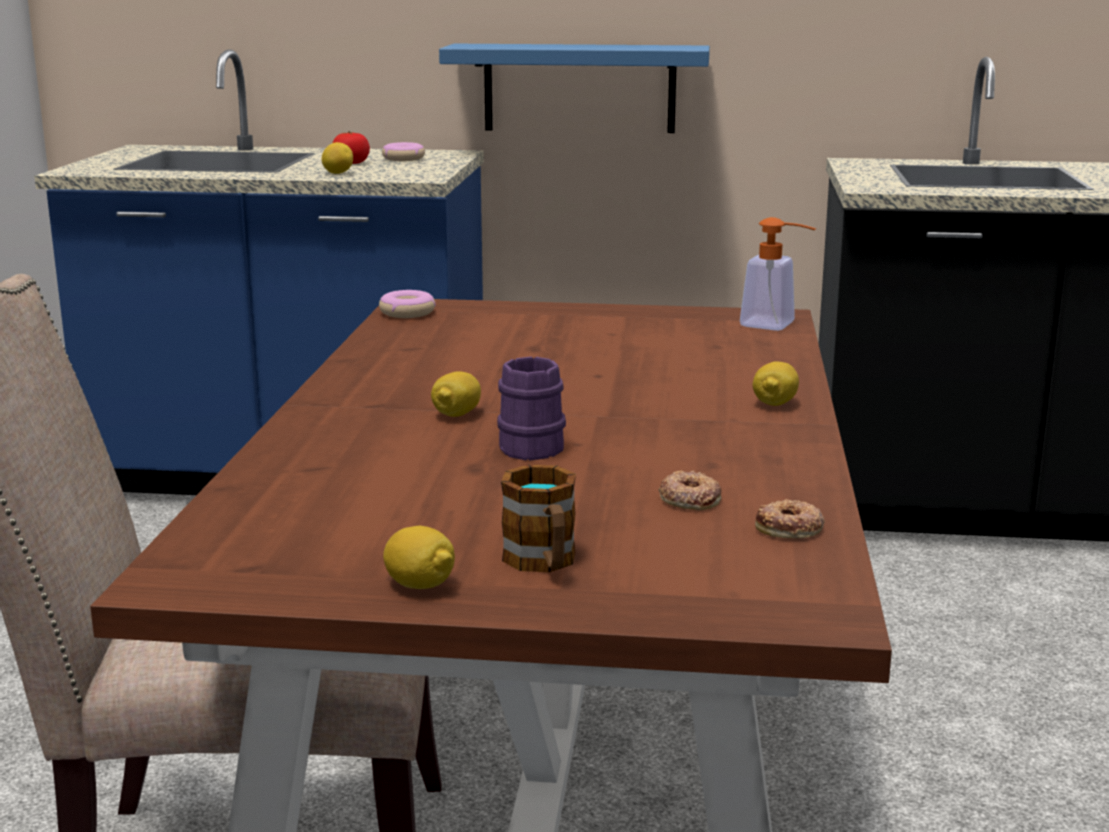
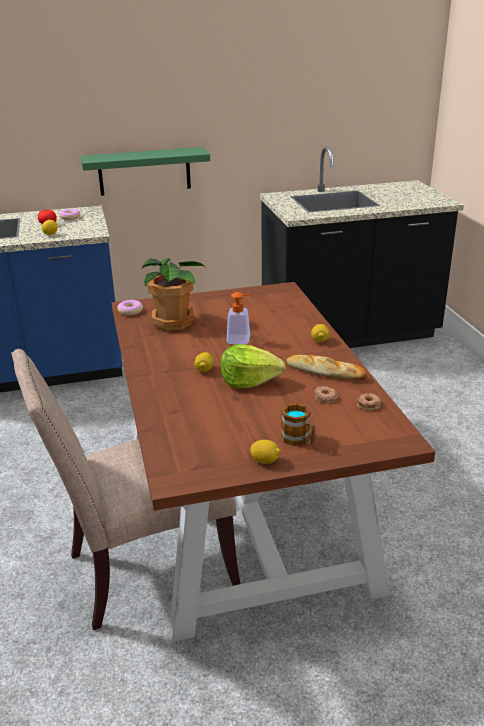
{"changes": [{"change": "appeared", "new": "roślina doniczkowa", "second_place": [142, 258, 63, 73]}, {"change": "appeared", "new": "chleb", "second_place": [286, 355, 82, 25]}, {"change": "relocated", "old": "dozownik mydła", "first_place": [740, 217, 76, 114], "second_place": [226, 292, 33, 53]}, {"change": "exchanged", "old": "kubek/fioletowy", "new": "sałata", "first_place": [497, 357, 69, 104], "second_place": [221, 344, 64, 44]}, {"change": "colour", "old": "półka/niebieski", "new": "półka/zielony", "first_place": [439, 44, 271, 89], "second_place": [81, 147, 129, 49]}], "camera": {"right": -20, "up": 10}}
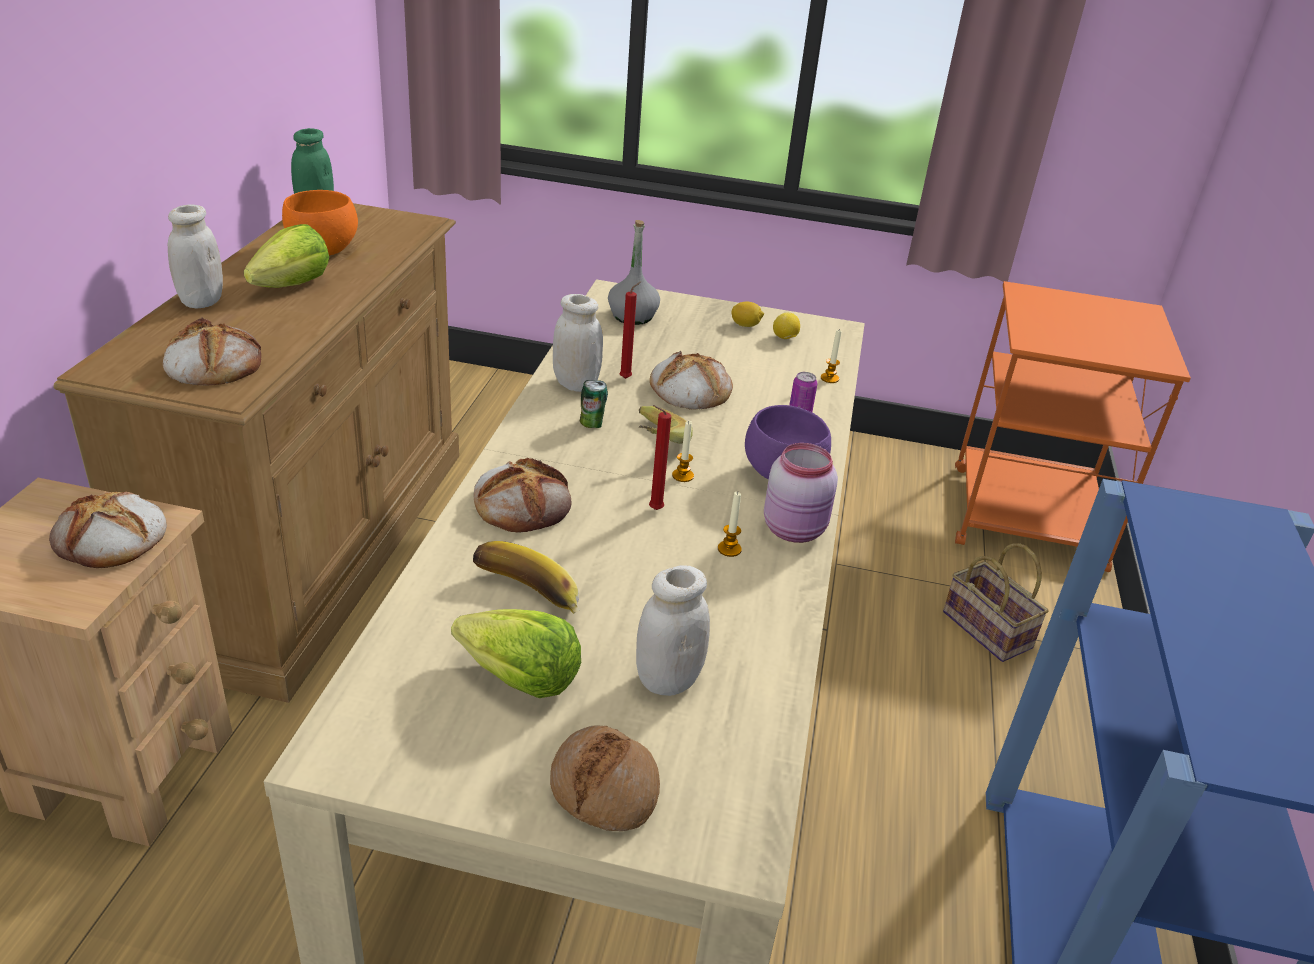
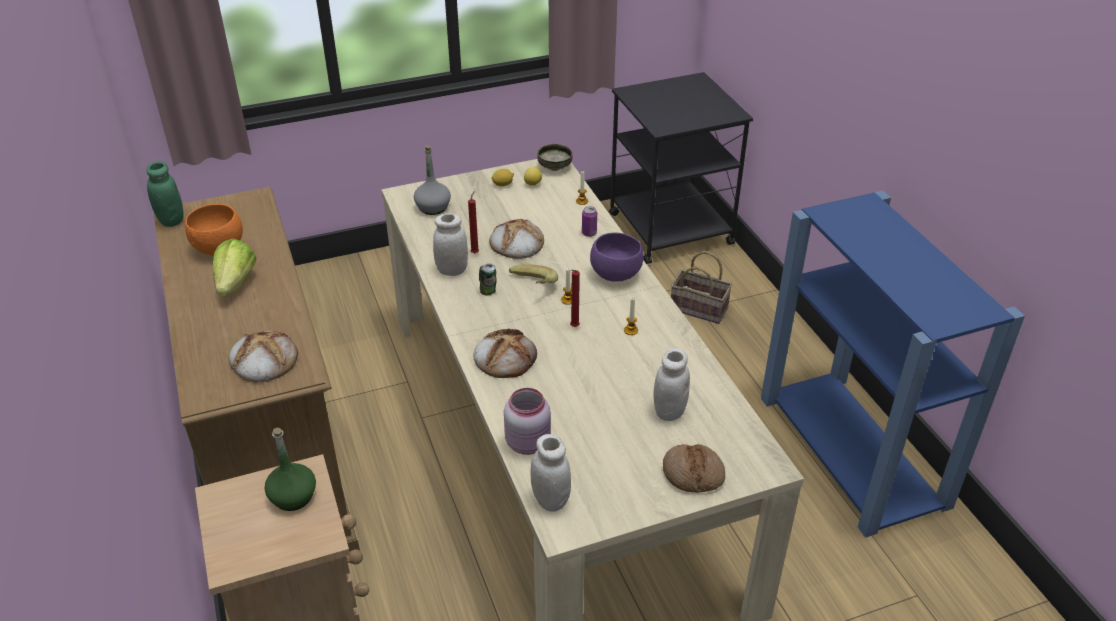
{"changes": [{"change": "missing", "old": "sałata", "first_place": [451, 609, 130, 89]}, {"change": "missing", "old": "banan", "first_place": [473, 541, 107, 73]}, {"change": "appeared", "new": "miska", "second_place": [537, 144, 35, 27]}, {"change": "relocated", "old": "słoik/biały", "first_place": [168, 204, 55, 104], "second_place": [530, 434, 41, 78]}, {"change": "relocated", "old": "słoik/różowy", "first_place": [764, 443, 74, 100], "second_place": [504, 388, 47, 67]}, {"change": "exchanged", "old": "chleb", "new": "butelka/zielony", "first_place": [49, 492, 118, 76], "second_place": [264, 427, 52, 84]}, {"change": "colour", "old": "wózek/pomarańczowy", "new": "wózek/czarny", "first_place": [955, 281, 236, 291], "second_place": [609, 72, 144, 192]}], "camera": {"right": -30, "up": 5}}
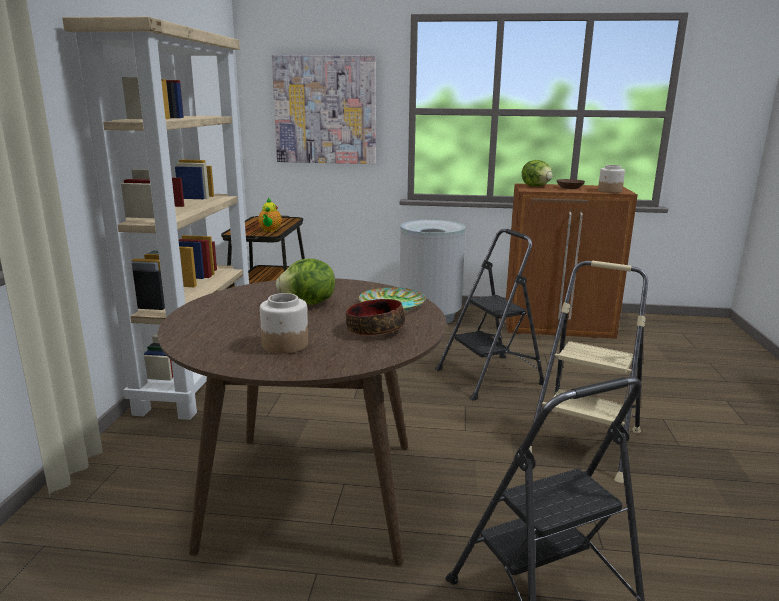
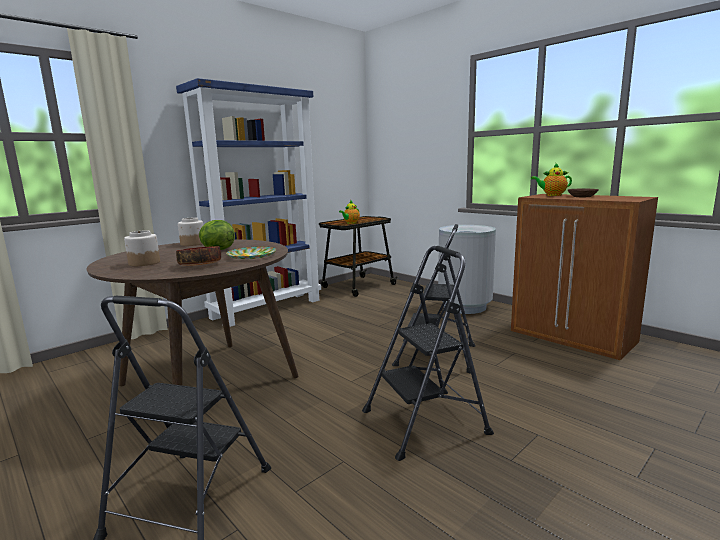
{"changes": [{"change": "missing", "old": "obraz", "first_place": [272, 55, 104, 109]}, {"change": "relocated", "old": "słoik", "first_place": [598, 165, 27, 28], "second_place": [178, 217, 25, 29]}, {"change": "exchanged", "old": "sałata", "new": "imbryk", "first_place": [522, 160, 31, 27], "second_place": [531, 163, 41, 33]}, {"change": "colour", "old": "regał/beżowy", "new": "regał/niebieski", "first_place": [62, 17, 187, 403], "second_place": [176, 78, 145, 249]}, {"change": "colour", "old": "drabinka/beżowy", "new": "drabinka/czarny", "first_place": [529, 260, 119, 223], "second_place": [362, 246, 132, 215]}], "camera": {"right": 40, "up": -5}}
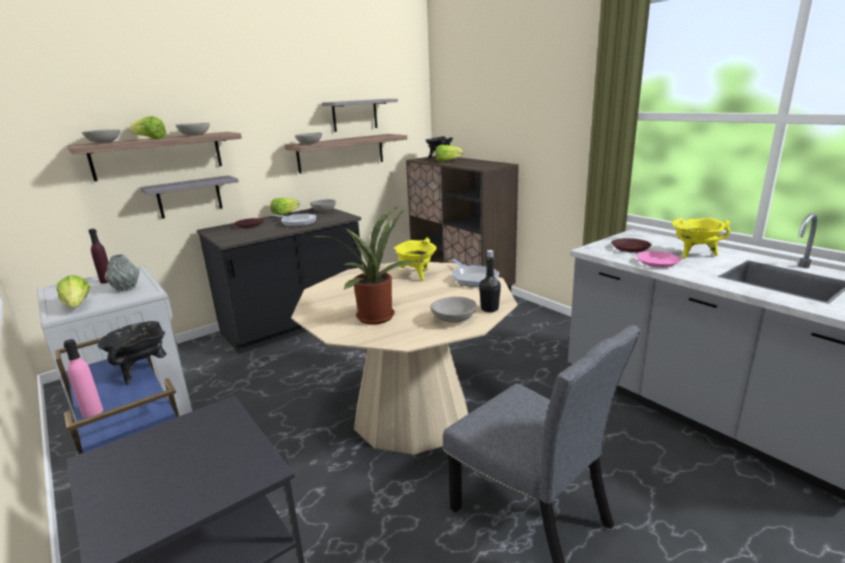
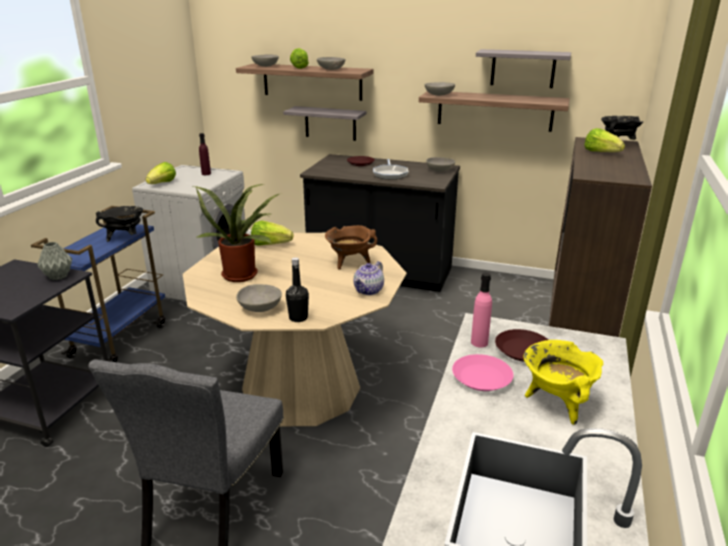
{"changes": [{"change": "relocated", "old": "butelka/różowy", "first_place": [64, 339, 39, 79], "second_place": [471, 273, 21, 75]}, {"change": "relocated", "old": "wazon/szary", "first_place": [105, 254, 35, 38], "second_place": [37, 242, 35, 38]}, {"change": "relocated", "old": "sałata", "first_place": [270, 198, 30, 17], "second_place": [251, 221, 42, 25]}, {"change": "exchanged", "old": "patelnia", "new": "imbryk", "first_place": [451, 259, 48, 28], "second_place": [354, 261, 30, 34]}, {"change": "colour", "old": "garnek/żółty", "new": "garnek/brązowy", "first_place": [395, 237, 42, 43], "second_place": [325, 225, 52, 45]}], "camera": {"right": 55, "up": 5}}
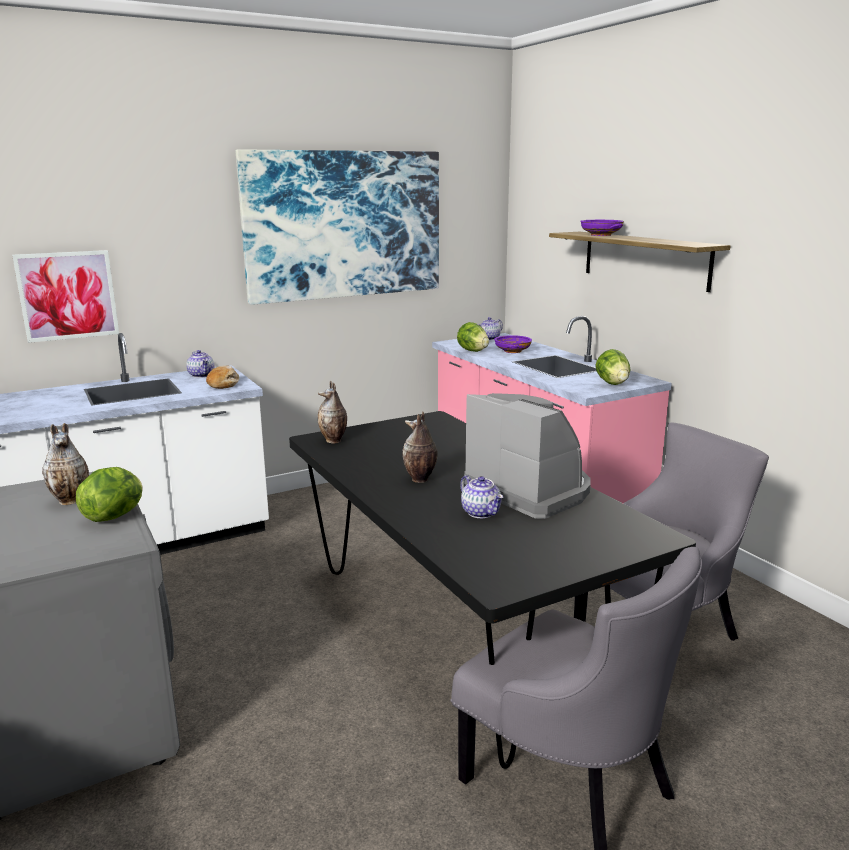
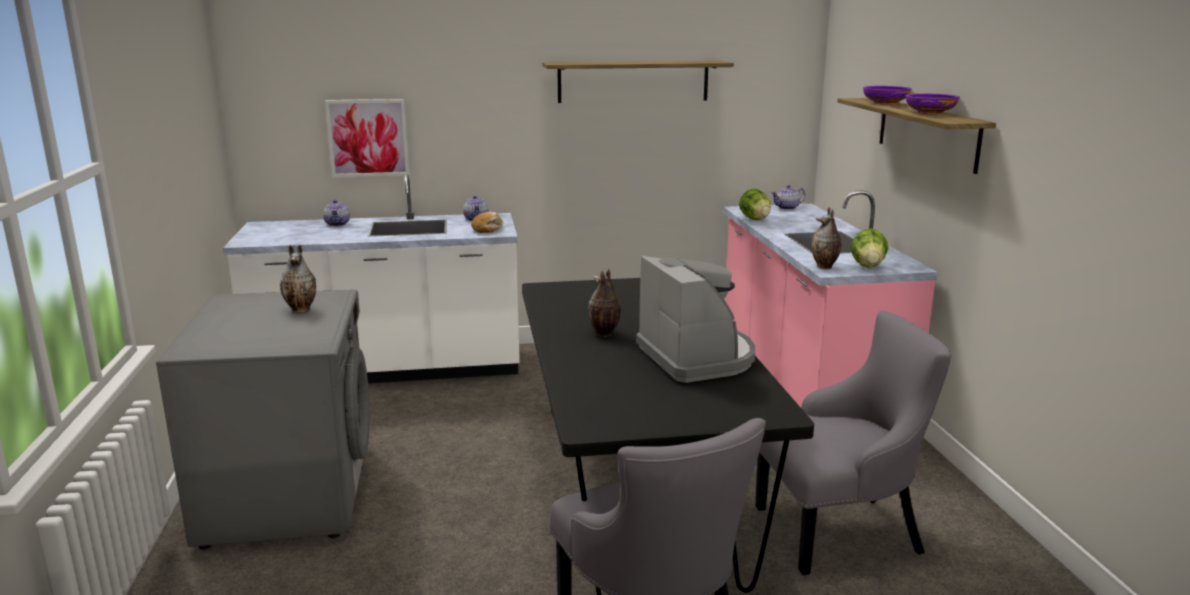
{"changes": [{"change": "missing", "old": "sałata", "first_place": [76, 467, 67, 55]}, {"change": "relocated", "old": "wazon", "first_place": [318, 380, 29, 63], "second_place": [811, 207, 30, 62]}, {"change": "relocated", "old": "imbryk", "first_place": [460, 475, 43, 43], "second_place": [323, 200, 27, 26]}, {"change": "relocated", "old": "miska/fioletowy", "first_place": [494, 335, 38, 18], "second_place": [905, 93, 55, 21]}, {"change": "exchanged", "old": "obraz", "new": "półka", "first_place": [236, 149, 203, 156], "second_place": [543, 61, 191, 42]}], "camera": {"right": 20, "up": 0}}
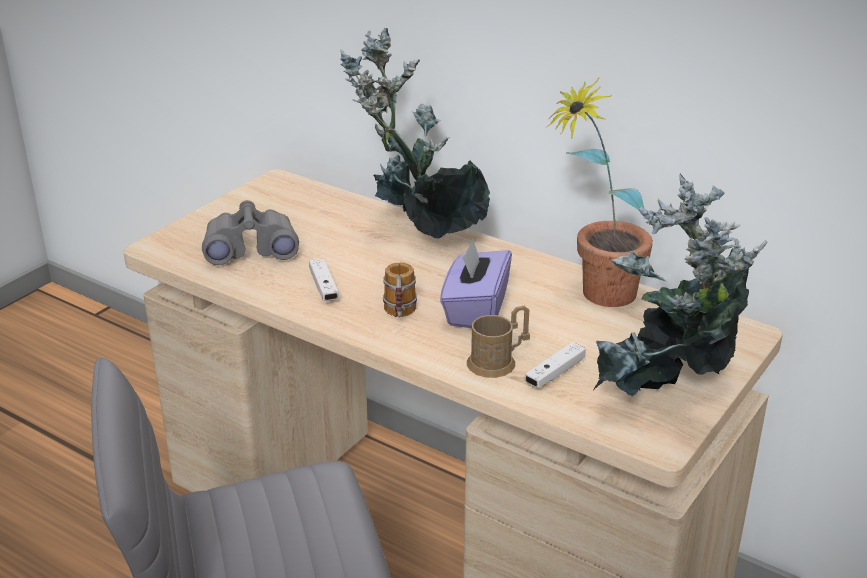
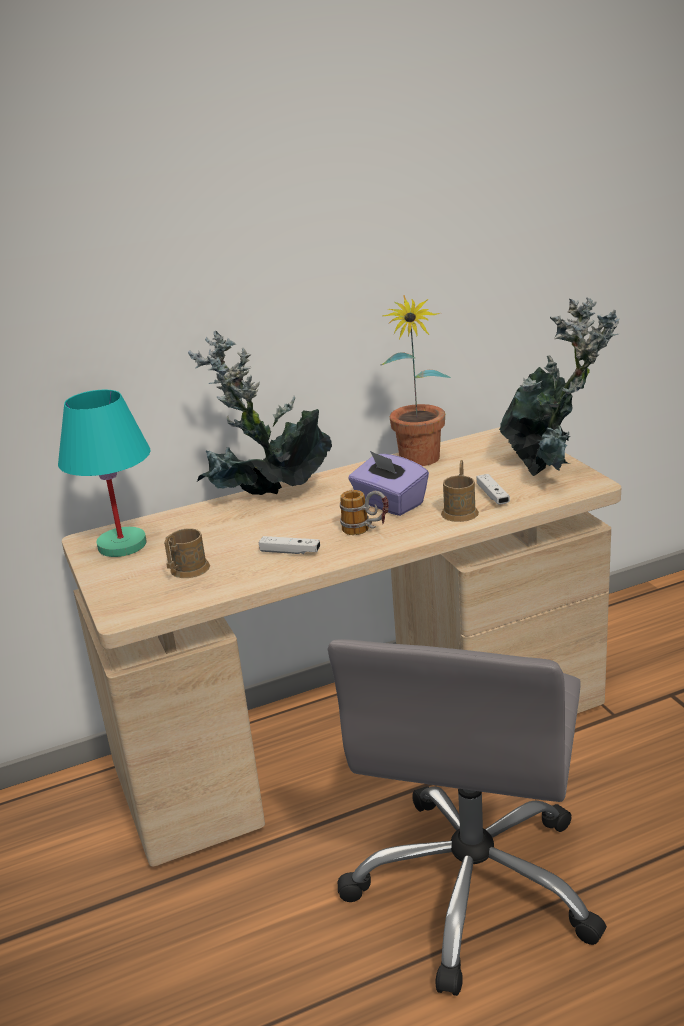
{"changes": [{"change": "appeared", "new": "lampa stołowa/turkusowy", "second_place": [58, 390, 92, 167]}, {"change": "exchanged", "old": "lornetka/szary", "new": "kubek/brązowy", "first_place": [202, 200, 97, 65], "second_place": [164, 528, 46, 50]}], "camera": {"right": -55, "up": -5}}
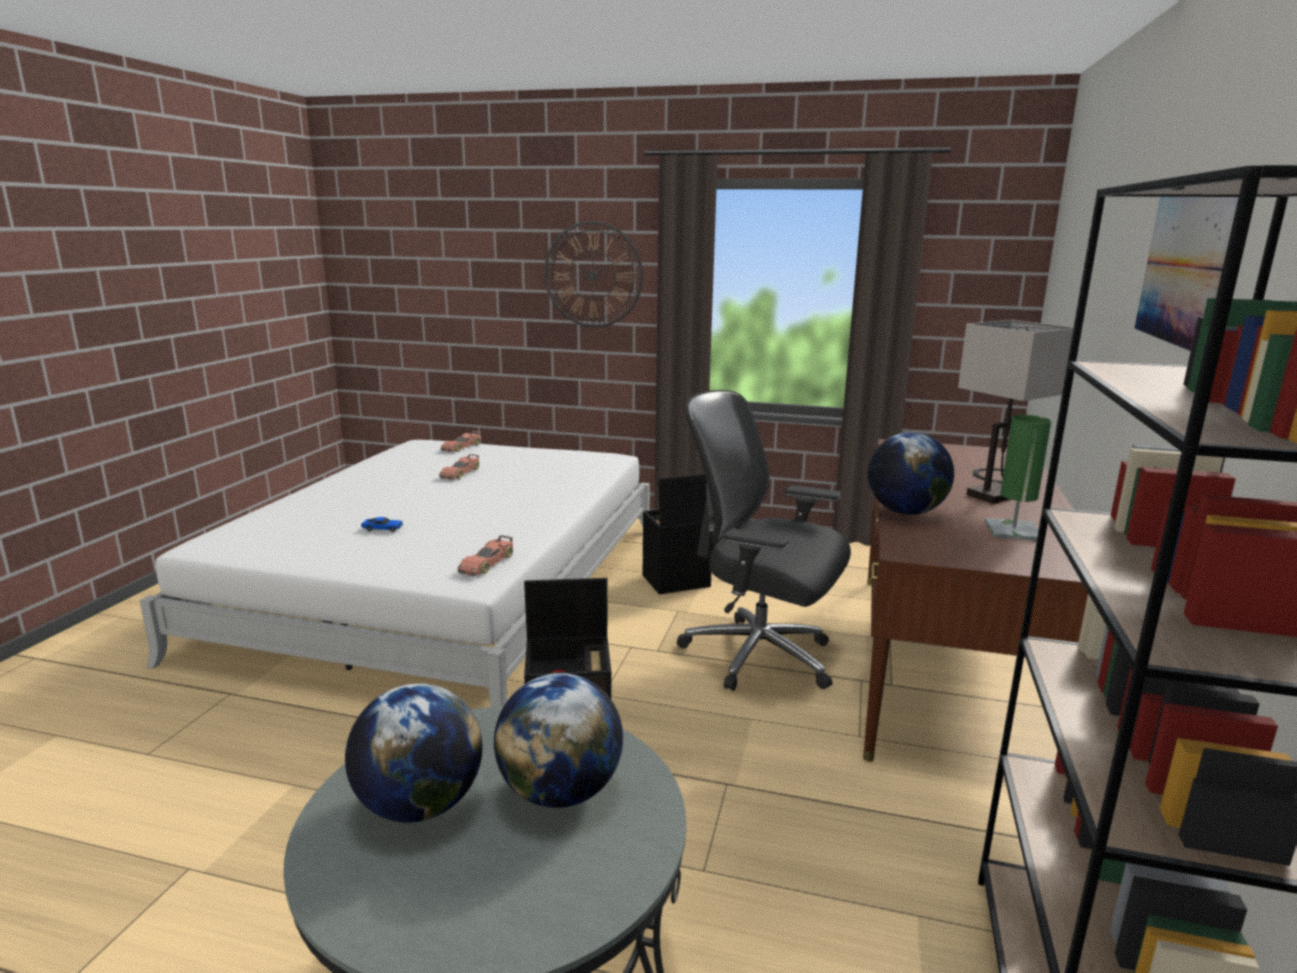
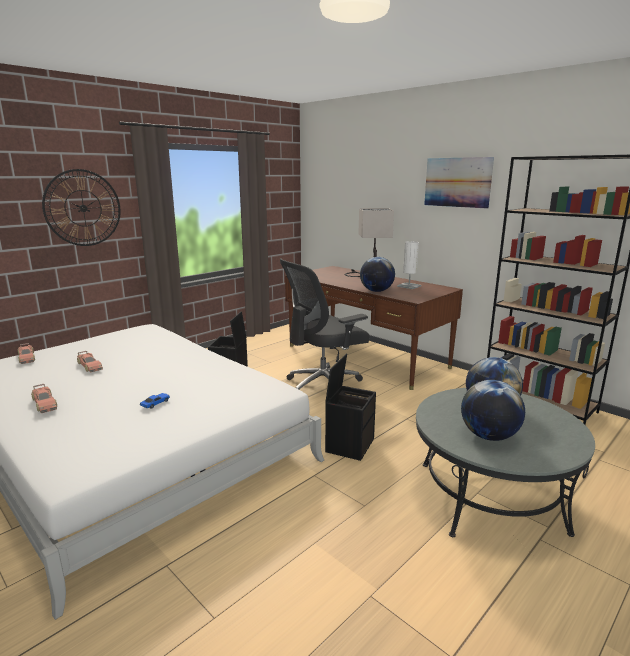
{"changes": [{"change": "relocated", "old": "samochodzik", "first_place": [458, 535, 55, 41], "second_place": [31, 384, 26, 29]}, {"change": "colour", "old": "lampa stołowa/zielony", "new": "lampa stołowa/biały", "first_place": [985, 415, 66, 126], "second_place": [397, 241, 24, 48]}], "camera": {"right": -60, "up": 0}}
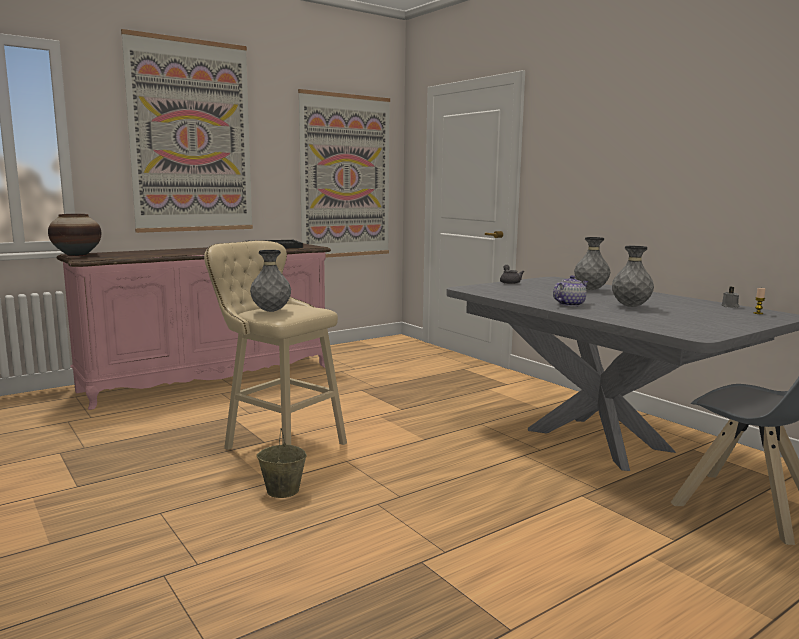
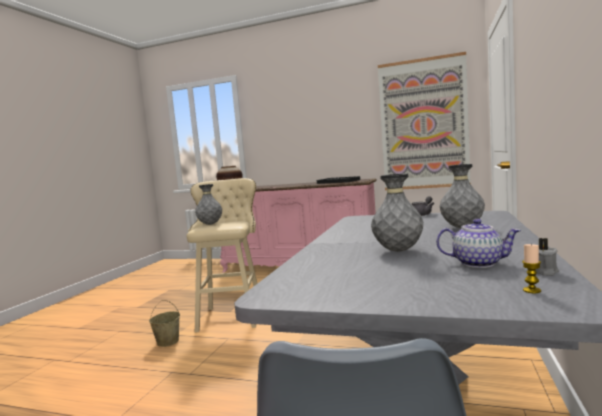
{"changes": [{"change": "missing", "old": "obraz", "first_place": [121, 29, 132, 204]}, {"change": "relocated", "old": "imbryk", "first_place": [553, 275, 36, 32], "second_place": [436, 219, 85, 49]}], "camera": {"right": 55, "up": -5}}
